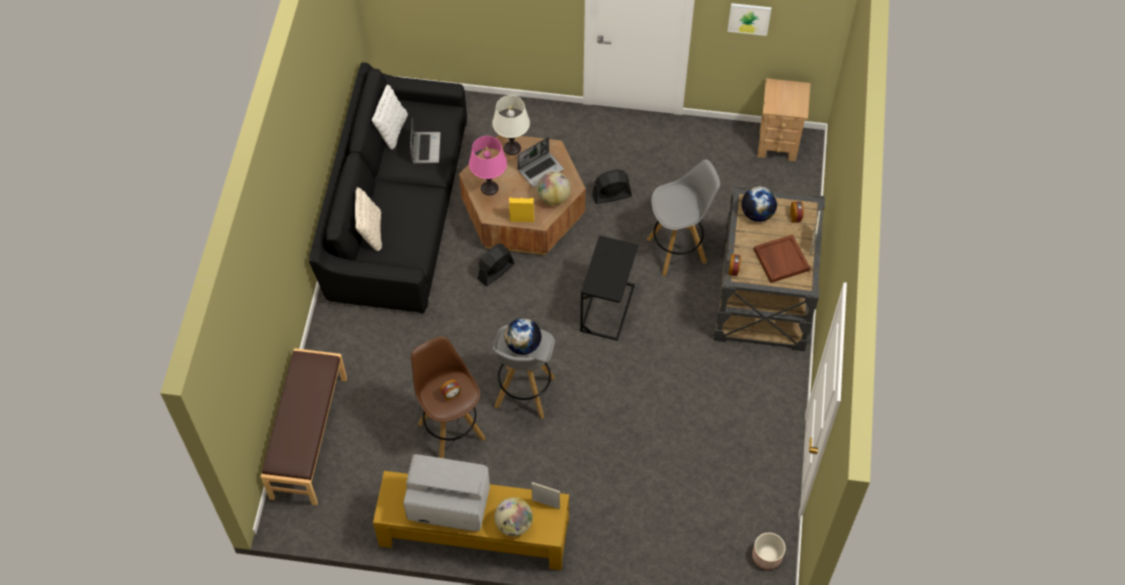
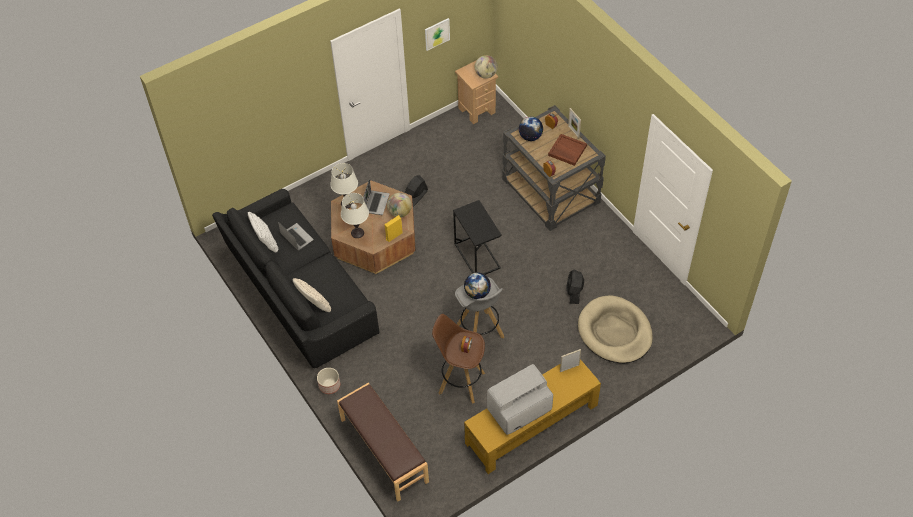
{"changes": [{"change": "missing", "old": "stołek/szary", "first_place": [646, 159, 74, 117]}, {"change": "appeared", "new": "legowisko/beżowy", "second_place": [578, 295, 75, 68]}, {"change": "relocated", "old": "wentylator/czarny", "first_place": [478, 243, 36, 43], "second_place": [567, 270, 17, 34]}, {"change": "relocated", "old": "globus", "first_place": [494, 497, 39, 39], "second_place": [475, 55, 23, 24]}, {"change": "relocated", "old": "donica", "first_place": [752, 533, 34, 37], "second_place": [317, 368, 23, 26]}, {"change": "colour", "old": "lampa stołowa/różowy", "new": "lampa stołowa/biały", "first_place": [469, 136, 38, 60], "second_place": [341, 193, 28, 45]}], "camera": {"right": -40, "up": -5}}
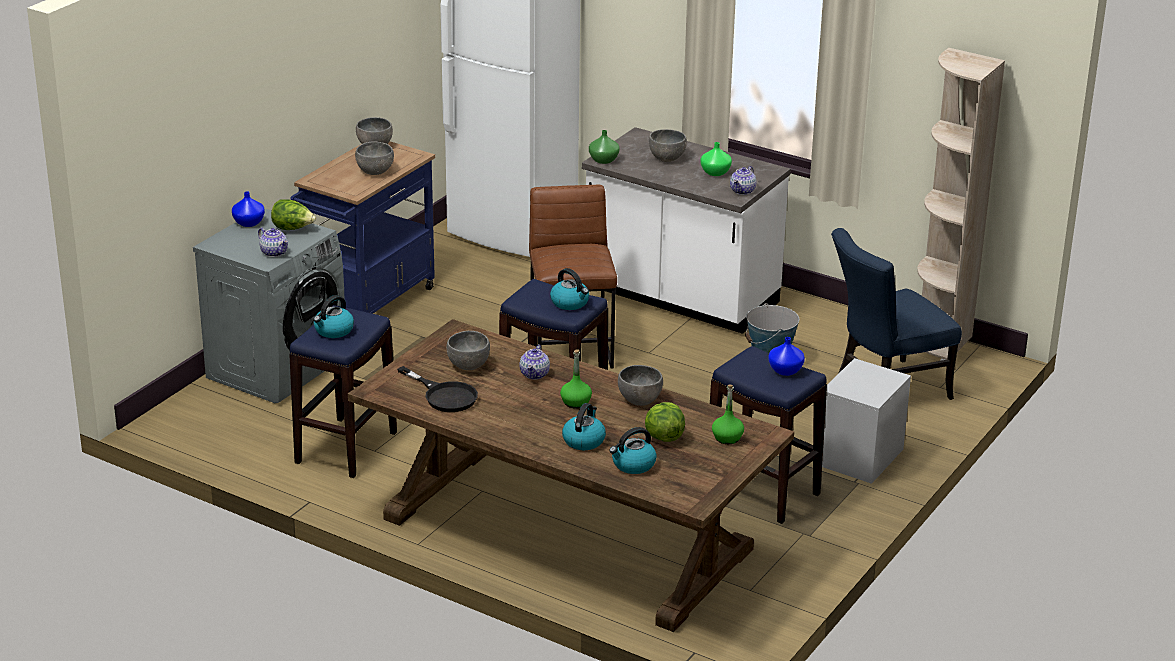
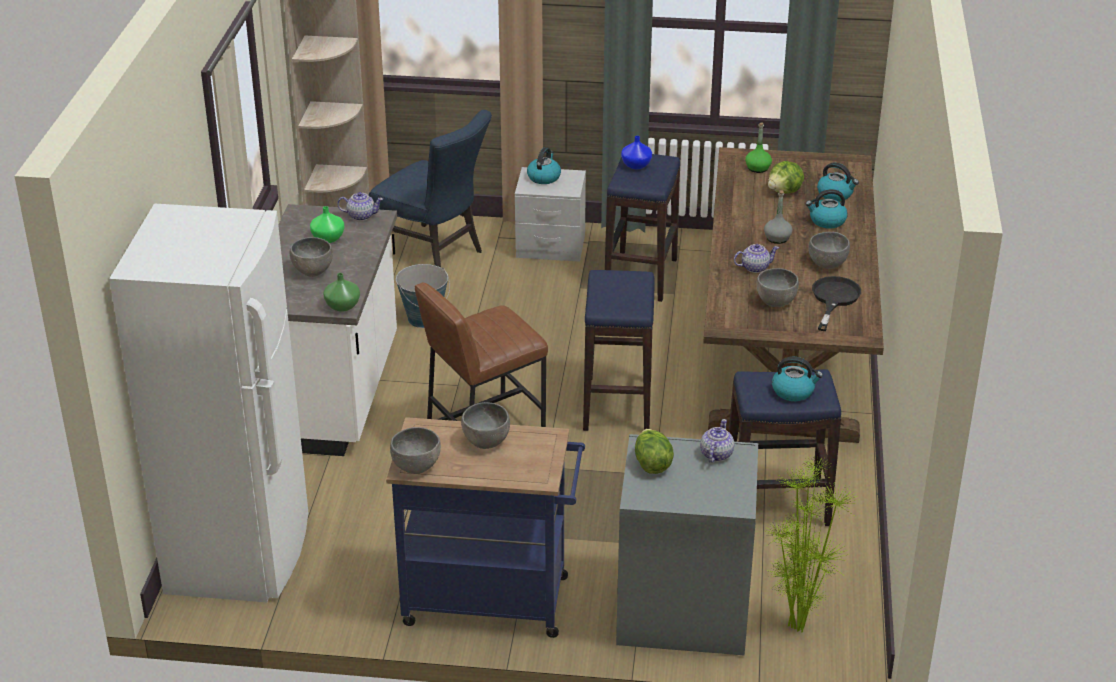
{"changes": [{"change": "missing", "old": "wazon/niebieski", "first_place": [232, 191, 33, 36]}, {"change": "appeared", "new": "roślina doniczkowa", "second_place": [765, 457, 94, 175]}, {"change": "relocated", "old": "czajnik", "first_place": [550, 268, 39, 42], "second_place": [527, 147, 34, 37]}, {"change": "relocated", "old": "miska/szary", "first_place": [618, 365, 45, 41], "second_place": [809, 232, 41, 37]}, {"change": "colour", "old": "butelka/zielony", "new": "butelka/szary", "first_place": [560, 349, 32, 60], "second_place": [764, 190, 28, 54]}], "camera": {"right": -115, "up": 5}}
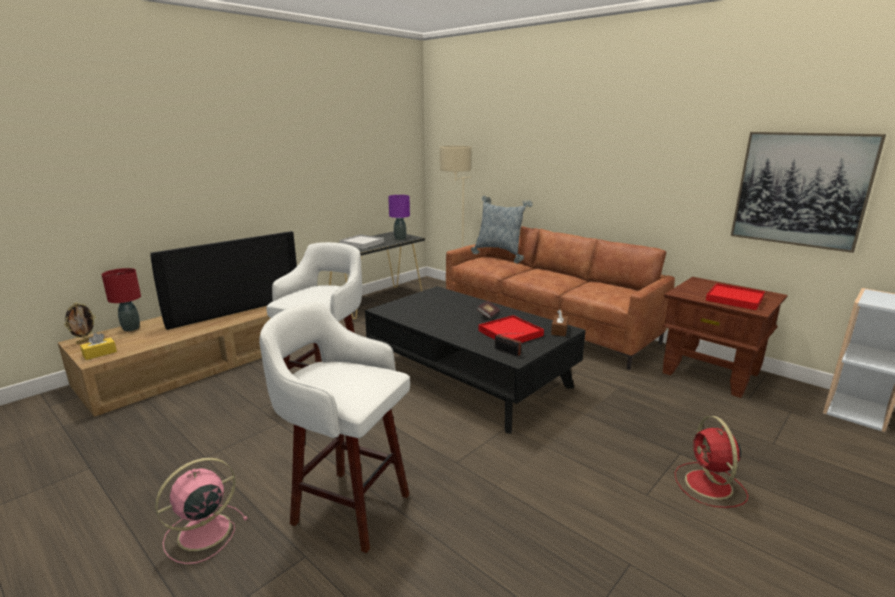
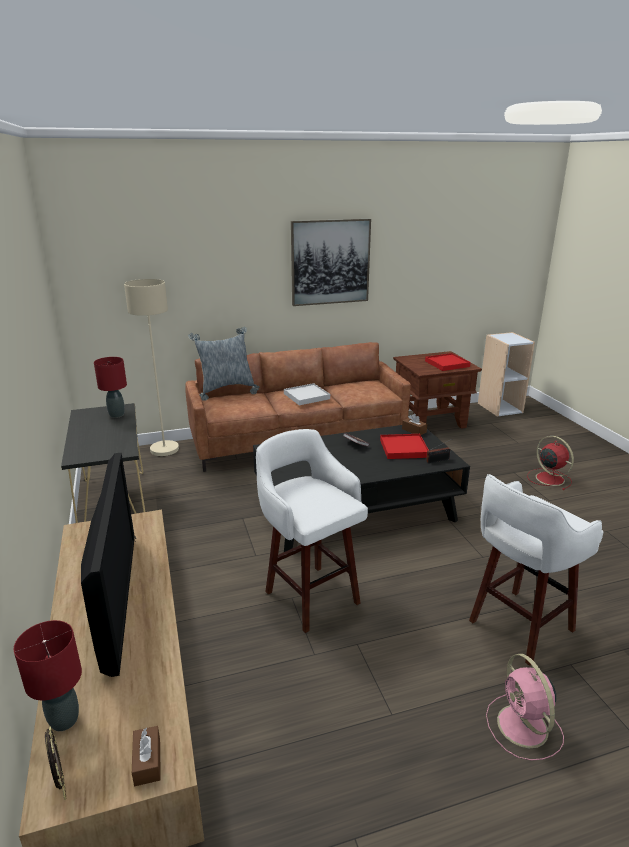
{"changes": [{"change": "relocated", "old": "taca/biały", "first_place": [340, 234, 44, 15], "second_place": [284, 383, 46, 22]}, {"change": "relocated", "old": "obraz", "first_place": [731, 132, 155, 121], "second_place": [291, 219, 80, 87]}, {"change": "colour", "old": "pudełko chusteczek/żółty", "new": "pudełko chusteczek/brązowy", "first_place": [80, 333, 37, 27], "second_place": [132, 726, 29, 60]}, {"change": "colour", "old": "lampa stołowa/fioletowy", "new": "lampa stołowa/czerwony", "first_place": [388, 195, 22, 45], "second_place": [94, 357, 33, 61]}, {"change": "spun", "old": "wentylator/czerwony", "first_place": [675, 416, 73, 92], "second_place": [527, 436, 47, 54], "degrees": -150}], "camera": {"right": -60, "up": 5}}
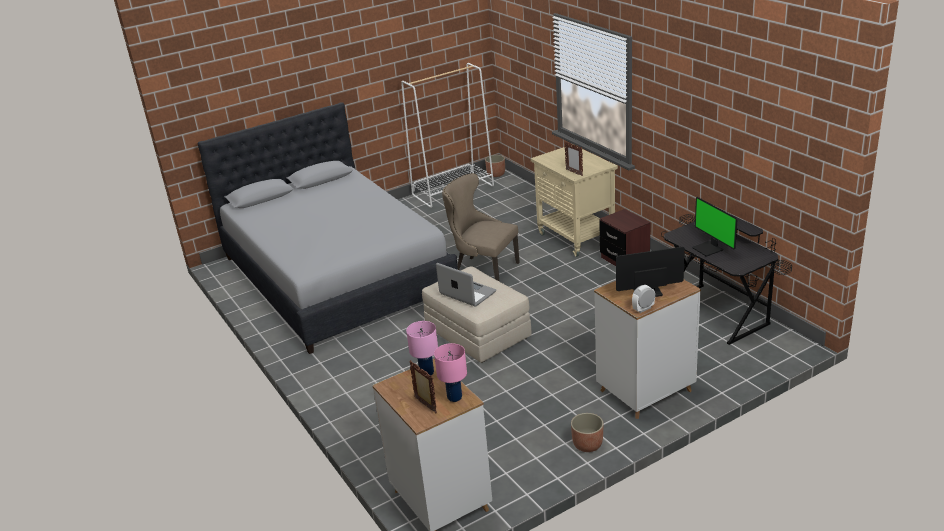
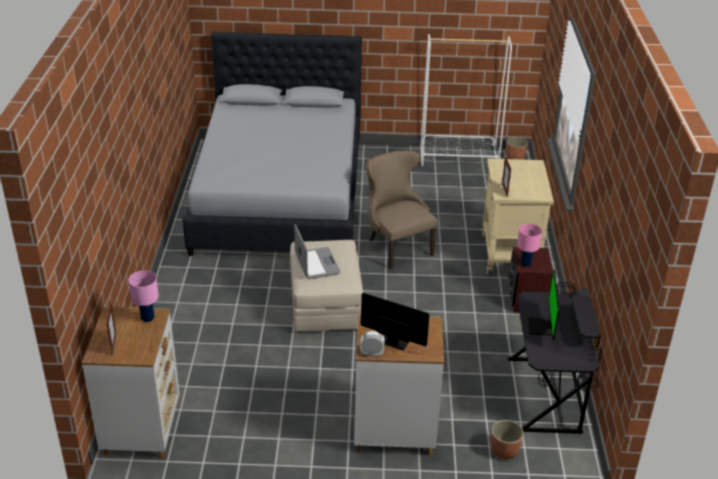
{"changes": [{"change": "relocated", "old": "lampa stołowa/różowy", "first_place": [434, 343, 33, 59], "second_place": [517, 224, 25, 43]}, {"change": "relocated", "old": "donica", "first_place": [571, 413, 33, 39], "second_place": [490, 420, 34, 39]}], "camera": {"right": 30, "up": 5}}
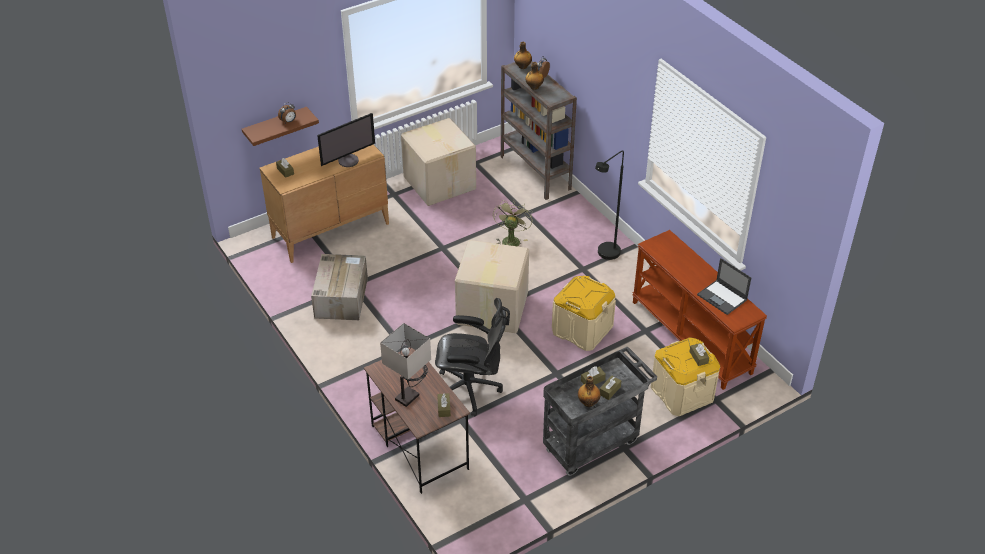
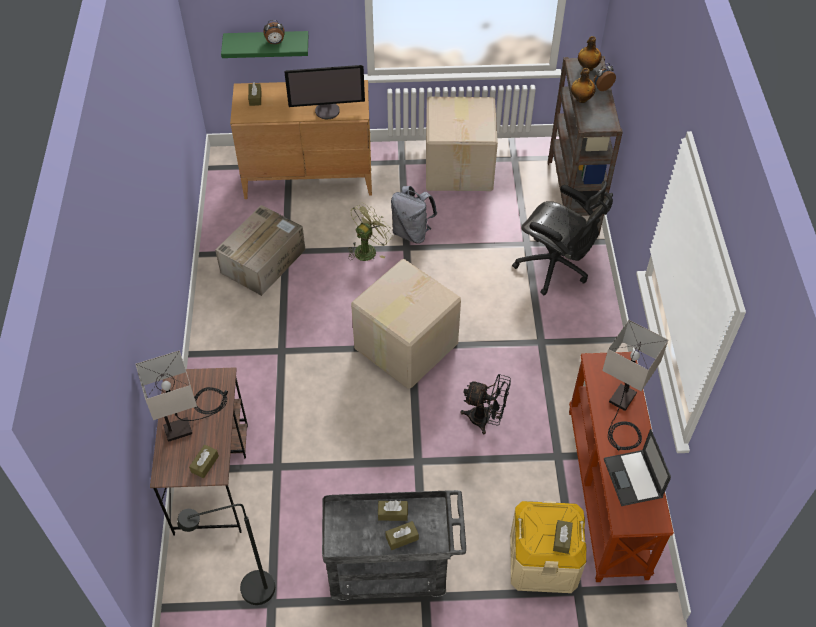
{"changes": [{"change": "missing", "old": "butelka", "first_place": [578, 376, 23, 31]}, {"change": "appeared", "new": "plecak/szary", "second_place": [391, 186, 46, 58]}, {"change": "appeared", "new": "lampa stołowa", "second_place": [602, 320, 66, 130]}, {"change": "relocated", "old": "krzesło biurowe", "first_place": [435, 298, 75, 118], "second_place": [512, 181, 101, 114]}, {"change": "relocated", "old": "wentylator/zielony", "first_place": [493, 200, 40, 46], "second_place": [348, 202, 45, 59]}, {"change": "relocated", "old": "lampa stojąca/czarny", "first_place": [595, 150, 29, 110], "second_place": [177, 504, 98, 101]}, {"change": "exchanged", "old": "pojemnik do przechowywania/beżowy", "new": "wentylator/czarny", "first_place": [552, 276, 64, 75], "second_place": [460, 374, 51, 60]}, {"change": "colour", "old": "półka/brązowy", "new": "półka/zielony", "first_place": [242, 107, 77, 39], "second_place": [221, 31, 87, 27]}], "camera": {"right": 30, "up": 10}}
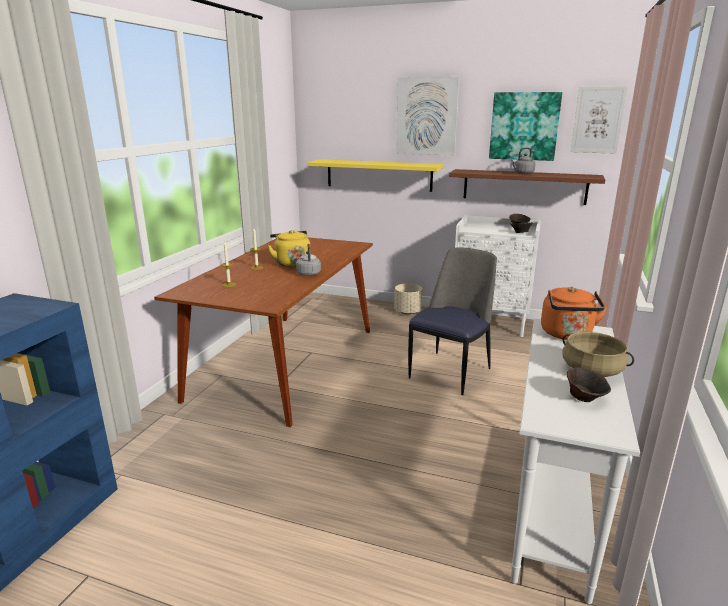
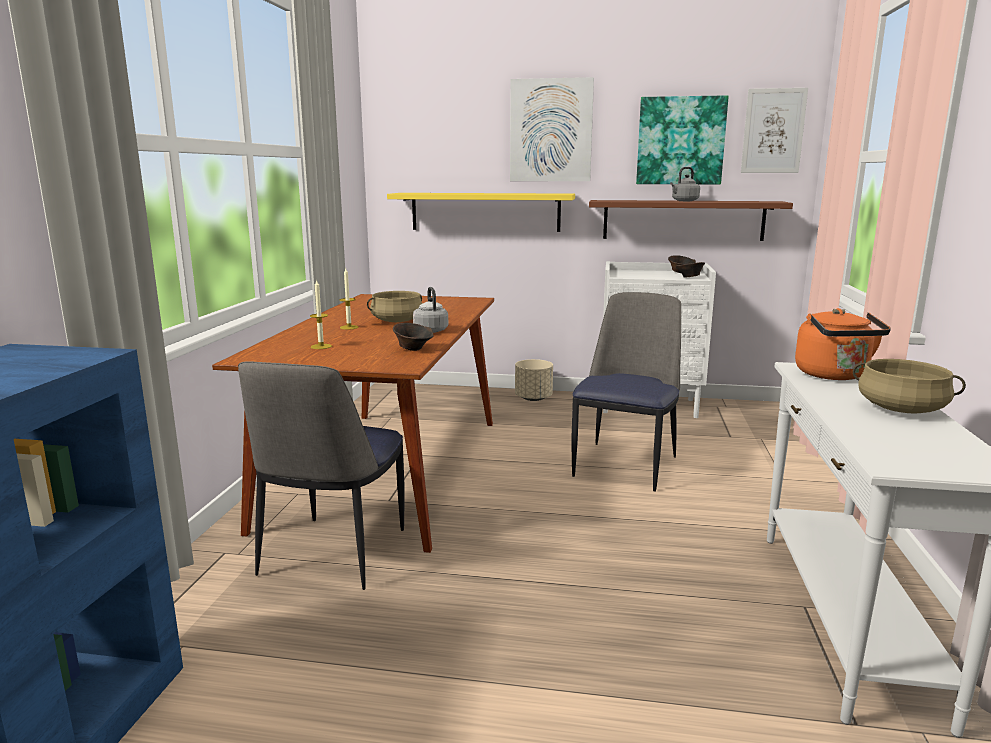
{"changes": [{"change": "appeared", "new": "krzesło", "second_place": [238, 361, 167, 229]}, {"change": "relocated", "old": "miska/brązowy", "first_place": [567, 367, 44, 35], "second_place": [393, 323, 41, 28]}, {"change": "exchanged", "old": "czajnik/żółty", "new": "garnek/beżowy", "first_place": [267, 230, 44, 37], "second_place": [367, 291, 55, 31]}], "camera": {"right": -10, "up": -5}}
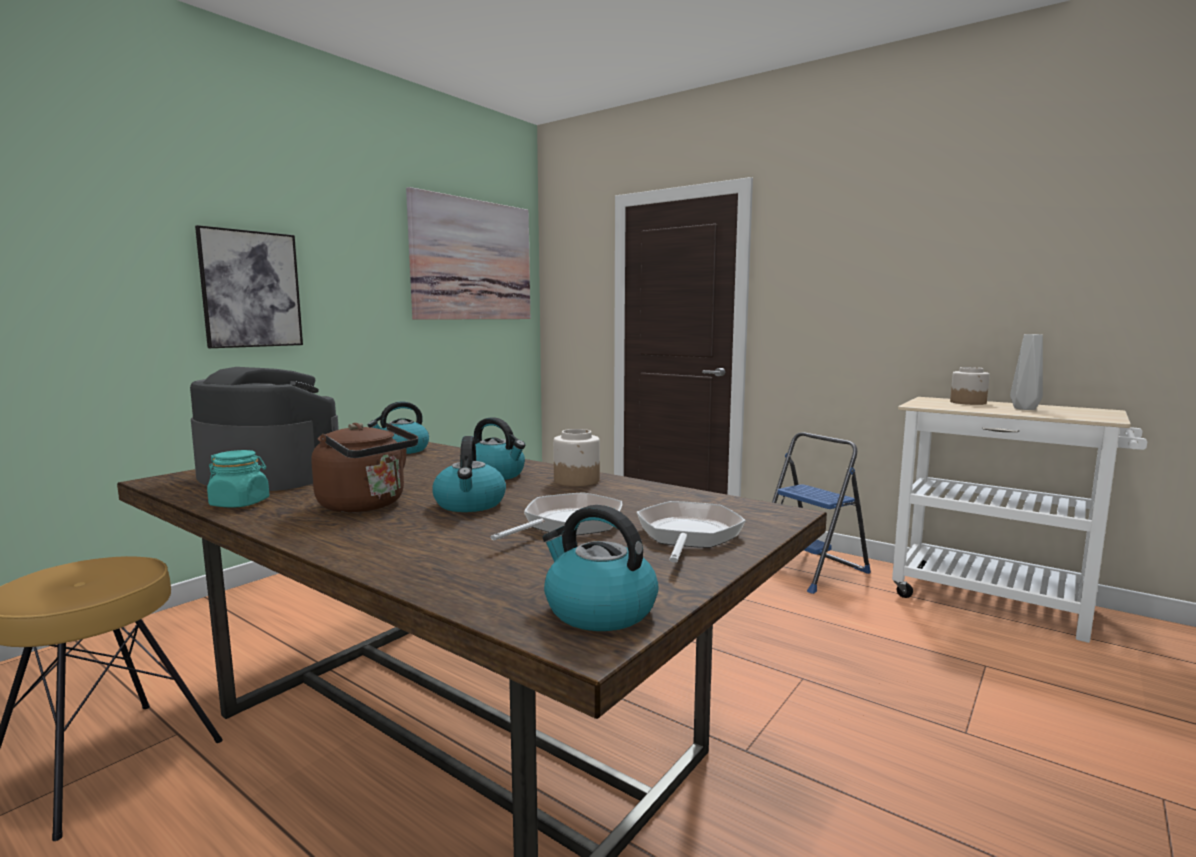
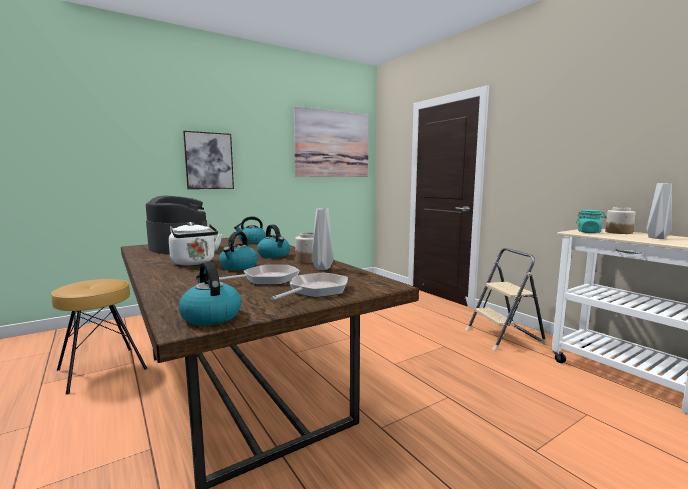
{"changes": [{"change": "appeared", "new": "wazon/szary", "second_place": [311, 208, 23, 62]}, {"change": "relocated", "old": "słoik/turkusowy", "first_place": [207, 450, 63, 58], "second_place": [576, 210, 30, 23]}, {"change": "colour", "old": "czajnik/brązowy", "new": "czajnik/biały", "first_place": [311, 423, 107, 89], "second_place": [169, 222, 53, 43]}, {"change": "colour", "old": "drabinka/niebieski", "new": "drabinka/beżowy", "first_place": [772, 432, 99, 162], "second_place": [465, 248, 82, 103]}], "camera": {"right": 20, "up": 0}}
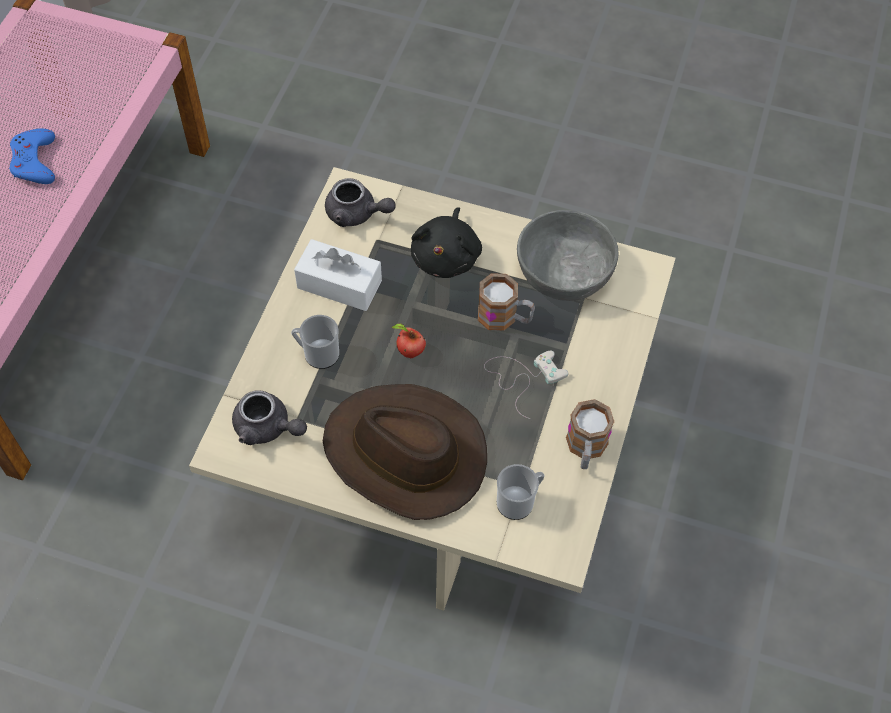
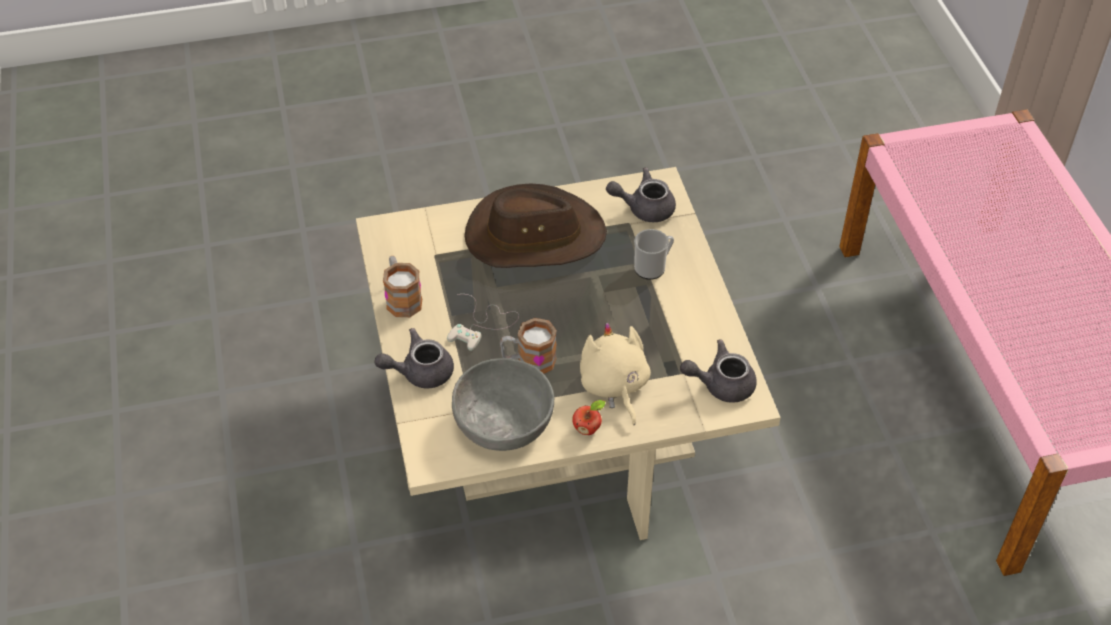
{"changes": [{"change": "missing", "old": "pad do gier/niebieski", "first_place": [9, 128, 46, 56]}, {"change": "missing", "old": "pudełko chusteczek/biały", "first_place": [294, 239, 88, 72]}, {"change": "missing", "old": "kubek", "first_place": [497, 464, 48, 56]}, {"change": "appeared", "new": "imbryk/szary", "second_place": [374, 328, 80, 61]}, {"change": "relocated", "old": "jabłko", "first_place": [392, 323, 34, 35], "second_place": [572, 400, 34, 35]}, {"change": "colour", "old": "pluszak/czarny", "new": "pluszak/beżowy", "first_place": [411, 207, 71, 71], "second_place": [580, 323, 71, 102]}], "camera": {"right": 150, "up": -10}}
